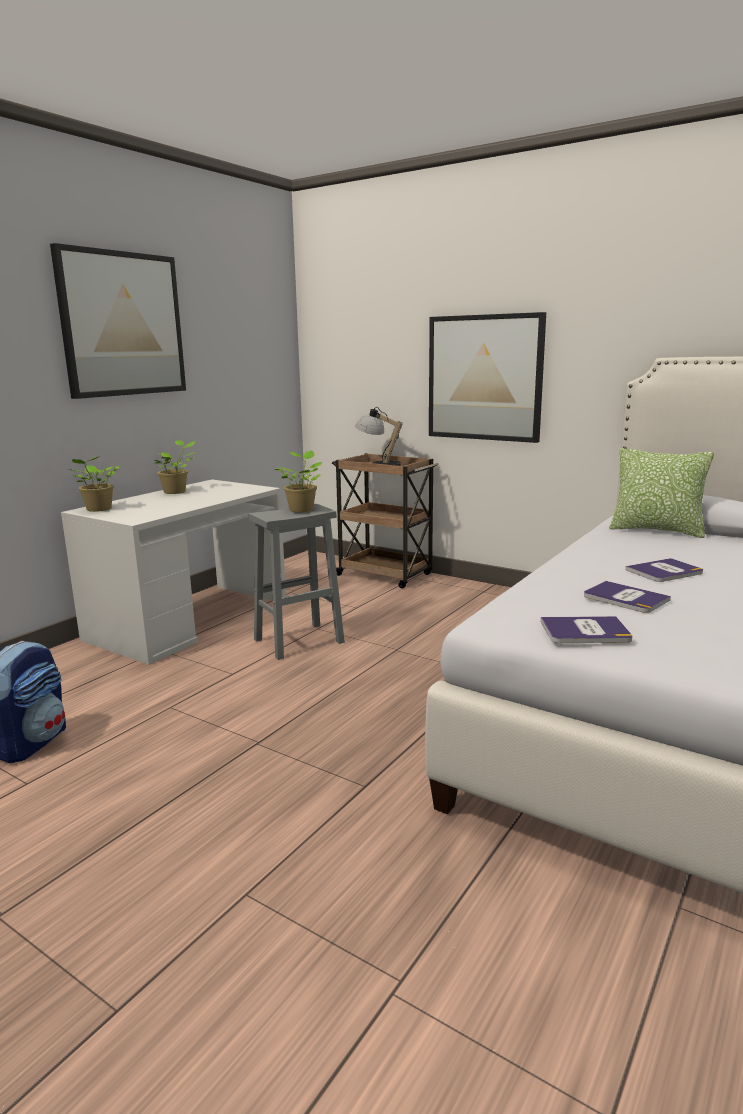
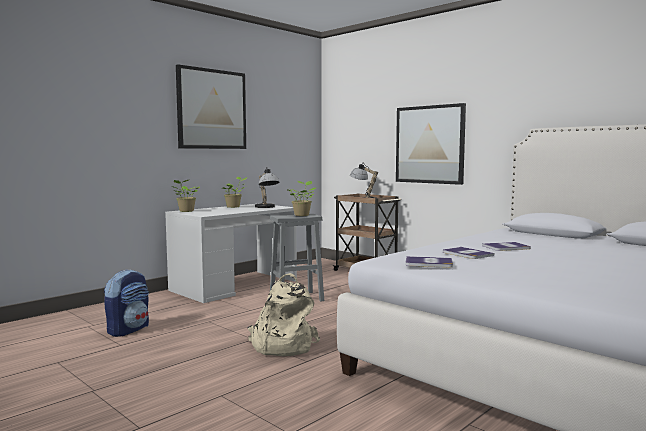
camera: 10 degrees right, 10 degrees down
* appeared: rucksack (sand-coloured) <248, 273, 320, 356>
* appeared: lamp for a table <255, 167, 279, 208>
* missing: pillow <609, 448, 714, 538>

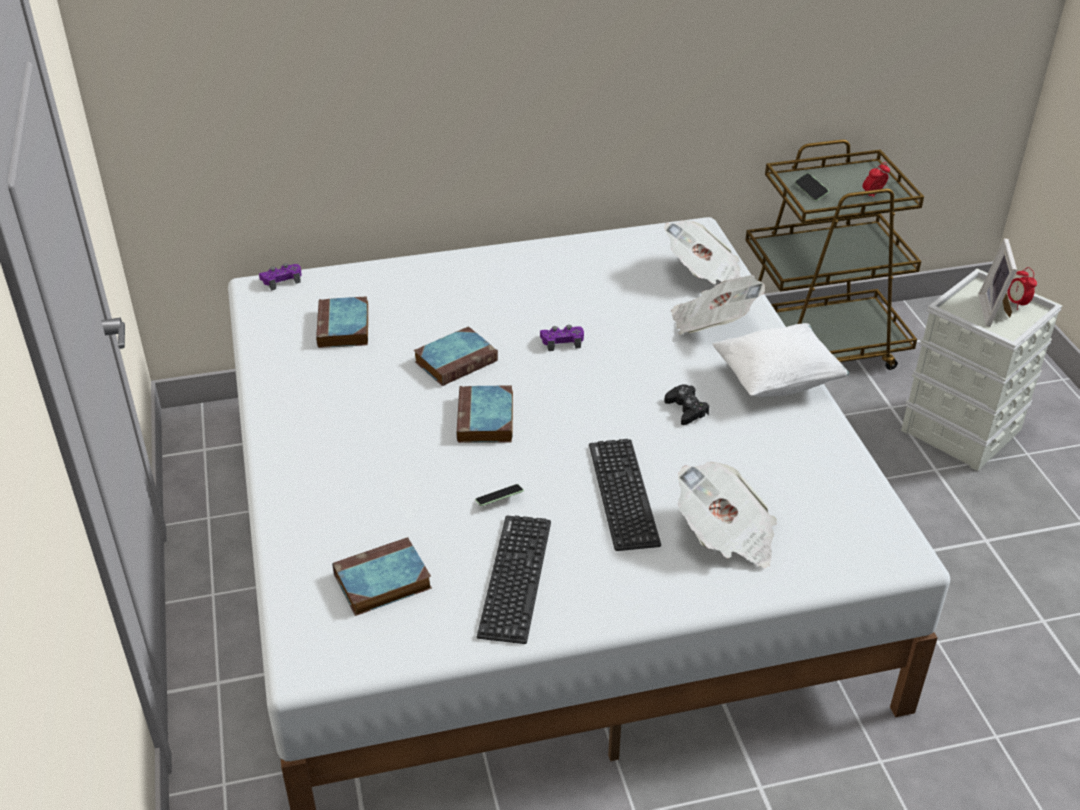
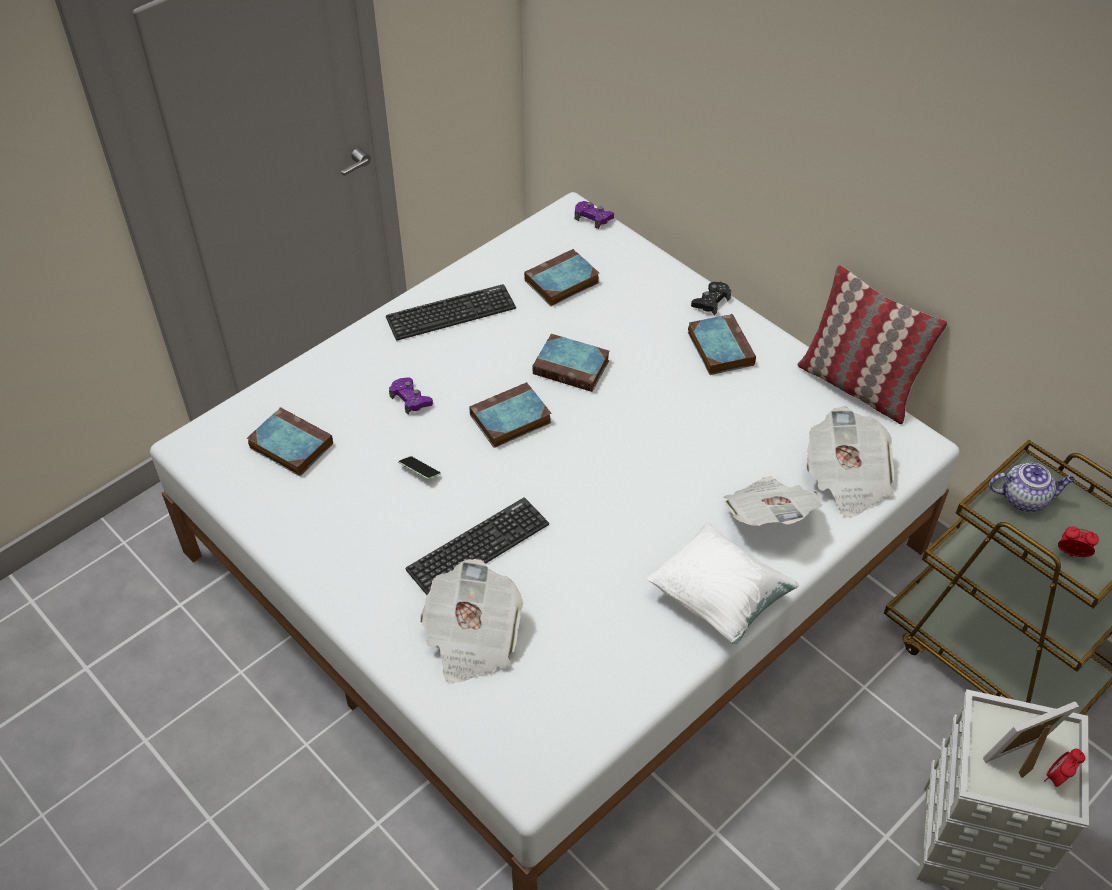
camera: 60 degrees right, 10 degrees up
* relocated: PC keyboard <477, 515, 551, 644> to <386, 284, 516, 340>
* relocated: joypad (purple) <540, 325, 584, 351> to <389, 378, 433, 415>
* appeared: bound book <688, 314, 756, 375>
* relocated: joypad (black-coloured) <664, 384, 709, 425> to <691, 282, 731, 315>
* appeared: pillow <797, 265, 948, 424>
* exchanged: telephone <795, 173, 829, 201> to tea pot <989, 463, 1075, 512>

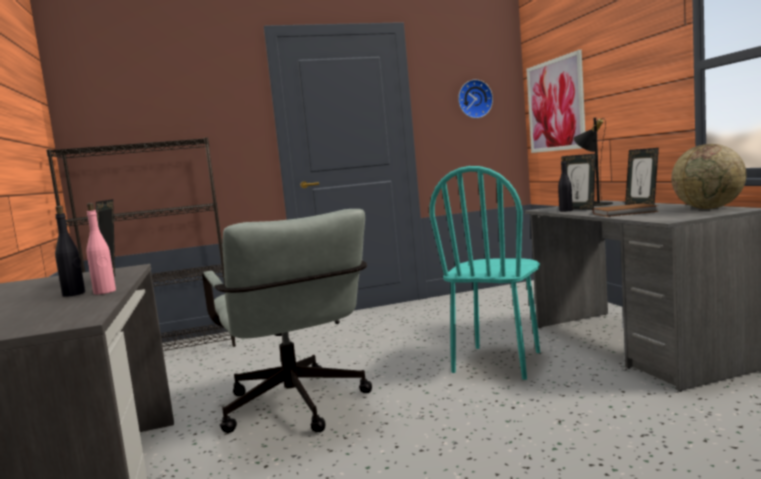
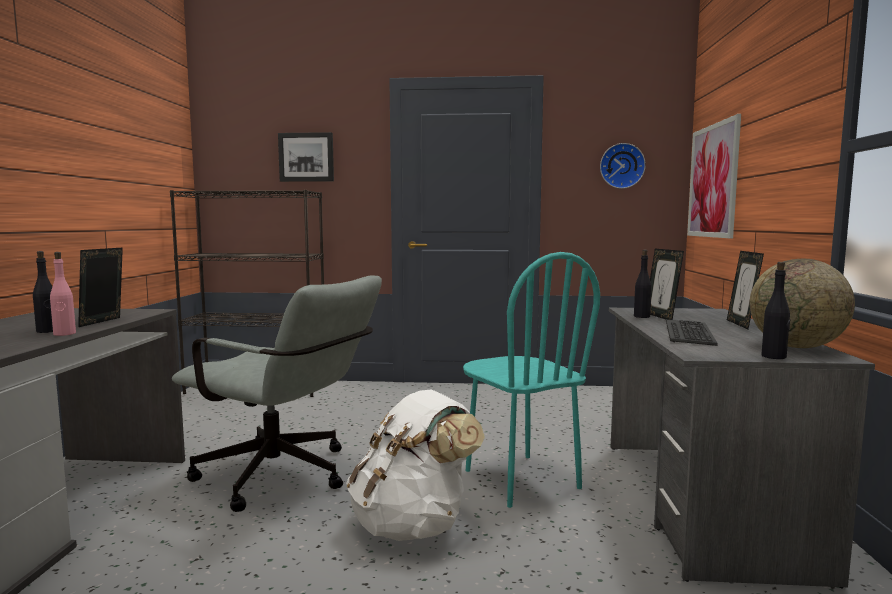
camera: 20 degrees right, 0 degrees up
* spun: office chair (greyish) <202, 209, 372, 433> = <172, 276, 382, 512> 60 degrees counterclockwise
* appeared: wall picture <278, 132, 334, 182>
* appeared: rucksack (white-coloured) <346, 389, 485, 541>
* spun: plain chair (turquoise) <429, 166, 540, 380> = <463, 252, 600, 508> 75 degrees counterclockwise
* exchanged: bound book (brownish) <593, 203, 659, 217> to PC keyboard <666, 319, 718, 346>
* appeared: beverage bottle (black-coloured) <761, 262, 790, 359>
* missing: lamp for a table (black-coloured) <573, 118, 613, 206>

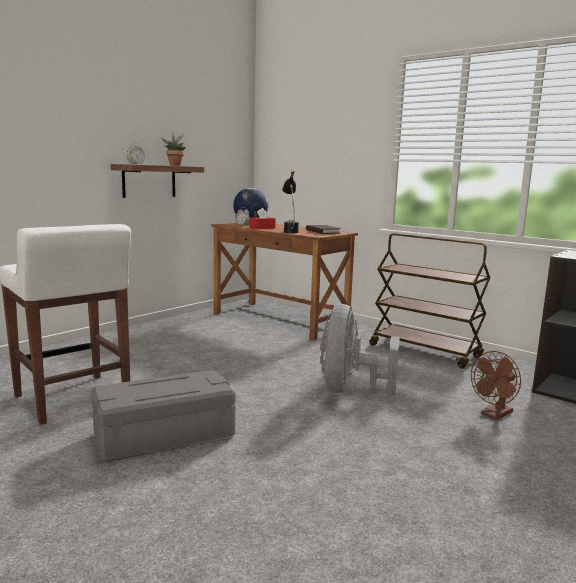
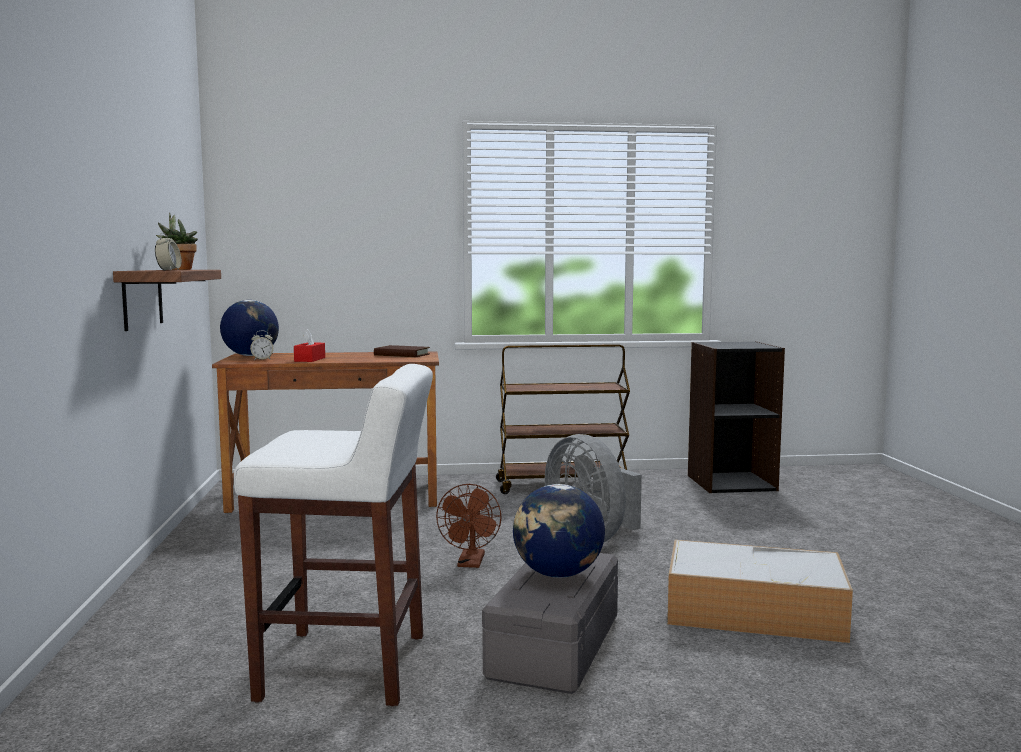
camera: 45 degrees left, 5 degrees down
* relocated: electric fan (brownish) <471, 351, 521, 420> to <436, 484, 502, 568>
* appeared: desk globe <513, 484, 605, 578>
* appeared: storage bin <667, 540, 853, 643>
* missing: lamp for a table (black-coloured) <282, 169, 299, 233>

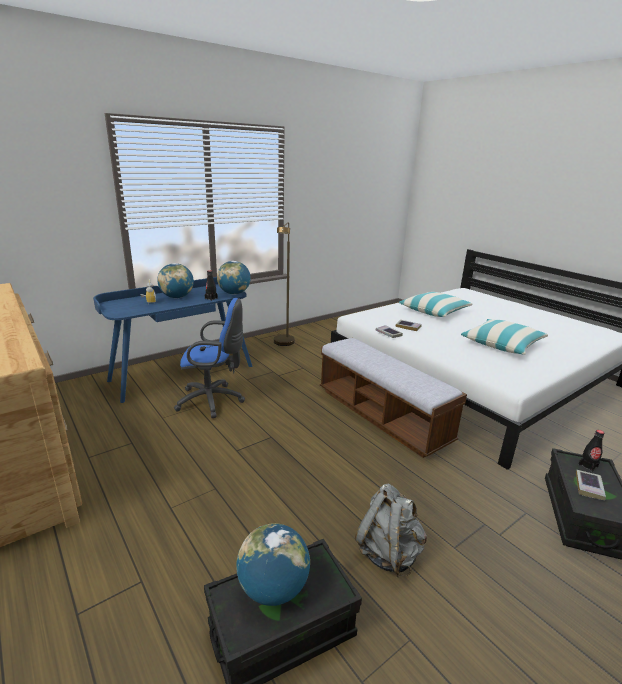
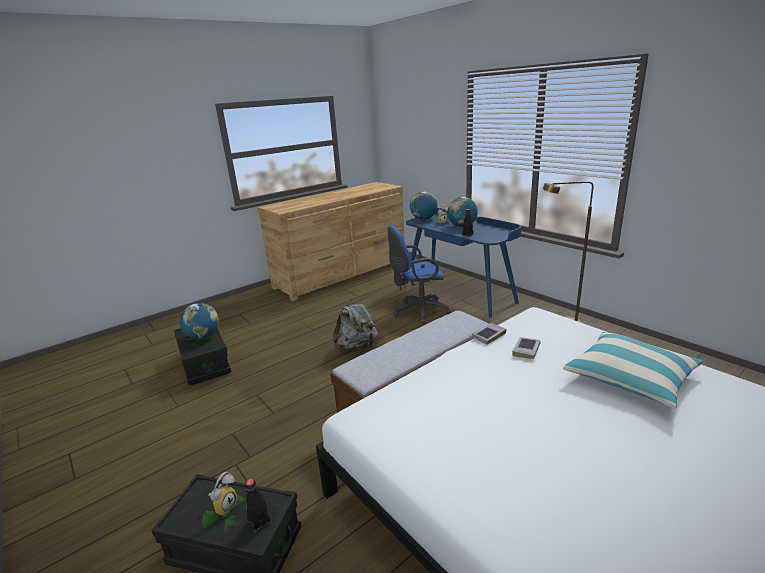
camera: 90 degrees right, 0 degrees up
* exchanged: bound book <576, 470, 606, 500> to bedside clock <209, 472, 237, 516>
* relocated: rucksack (greyish) <355, 484, 427, 577> to <333, 298, 378, 351>
* spun: office chair (bluish) <174, 298, 245, 418> = <388, 226, 451, 324> 75 degrees clockwise
* relocated: desk globe <217, 261, 251, 295> to <410, 191, 438, 220>
* missing: pillow <461, 319, 548, 354>

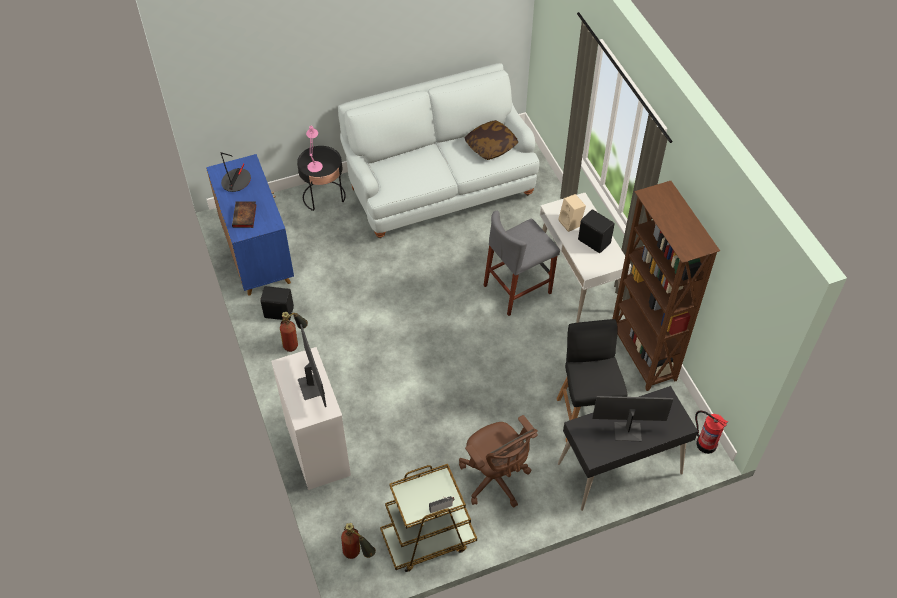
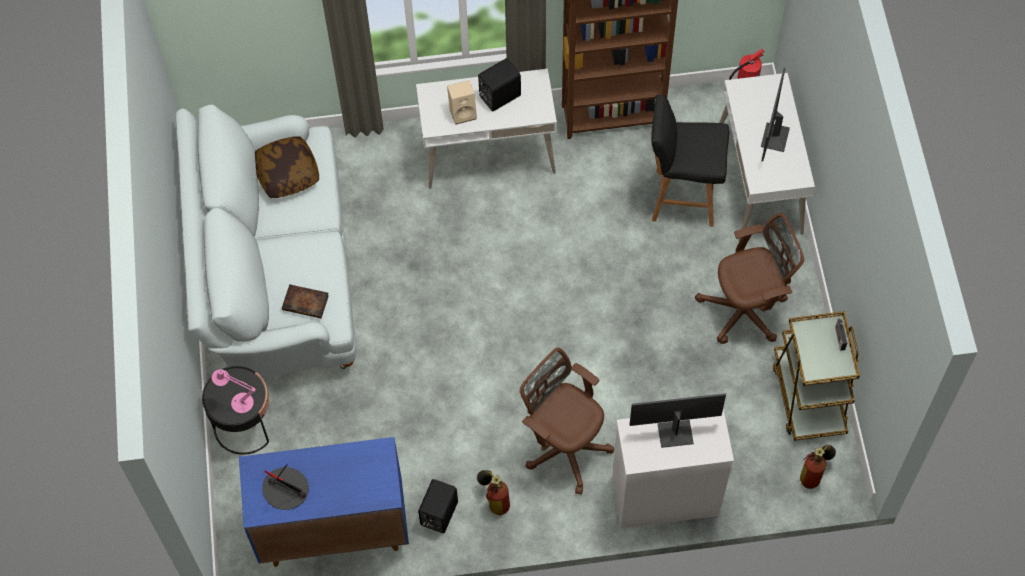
camera: 75 degrees left, 10 degrees up
* relocated: bound book <232, 201, 257, 228> to <282, 284, 329, 318>
* appeared: office chair (brownish) <520, 348, 614, 494>
* colour: desk table (black-coloured) <558, 386, 698, 511> to desk table (white-coloured) <719, 73, 815, 241>
* missing: stool seat (greyish) <483, 211, 560, 316>

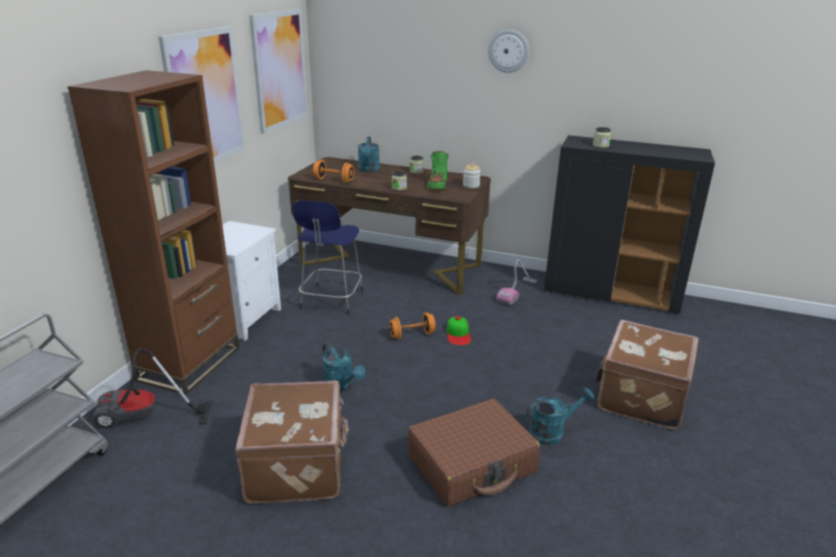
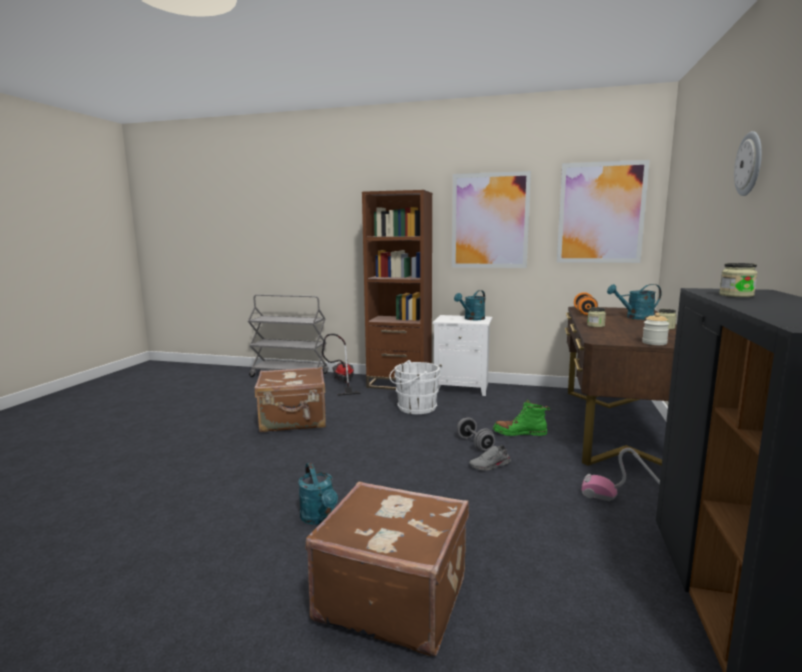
camera: 85 degrees right, 15 degrees down
* appeared: bucket (white-coloured) <390, 360, 440, 414>
* relocated: sprinkling can (turquoise) <322, 342, 365, 392> to <454, 290, 485, 320>
* colour: hand weight (orangey) <389, 312, 436, 339> to hand weight (greyish) <457, 417, 495, 451>
* exchanged: baseball cap <446, 316, 471, 345> to low shoe (greyish) <469, 445, 511, 471>
* relocated: boot (green) <427, 151, 449, 189> to <493, 399, 550, 436>
* missing: stool seat (bluish) <292, 200, 363, 315>
* missing: suitcase (brownish) <408, 399, 540, 506>

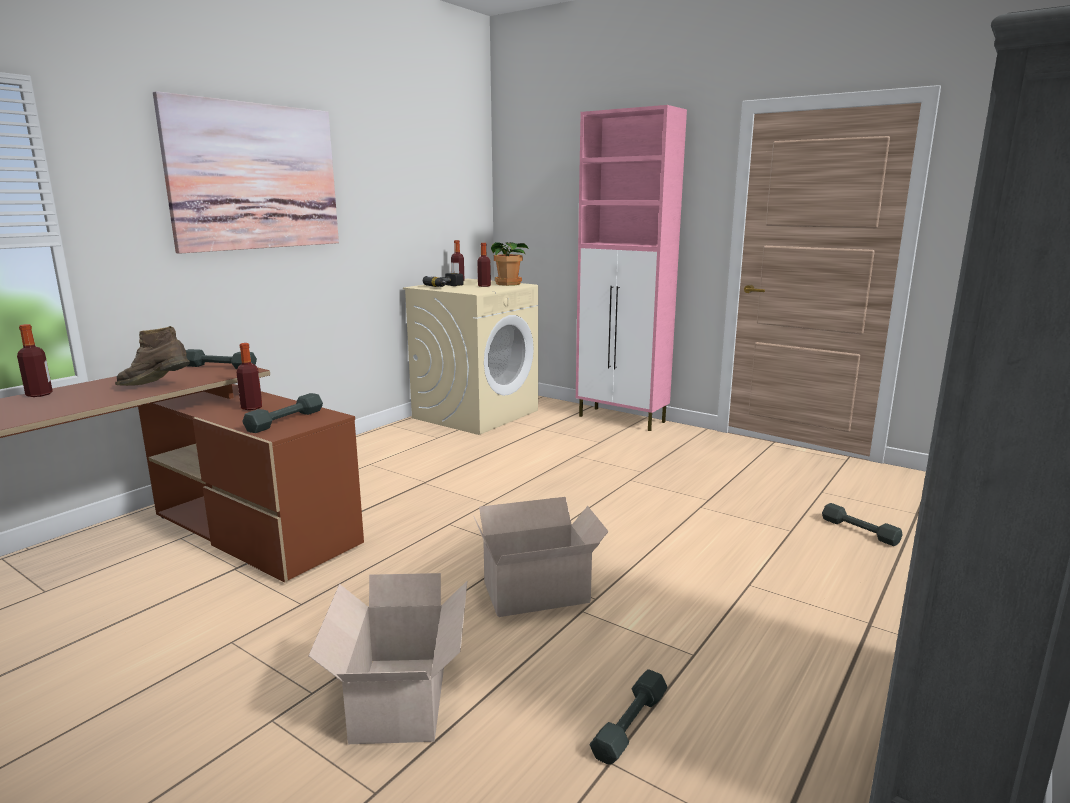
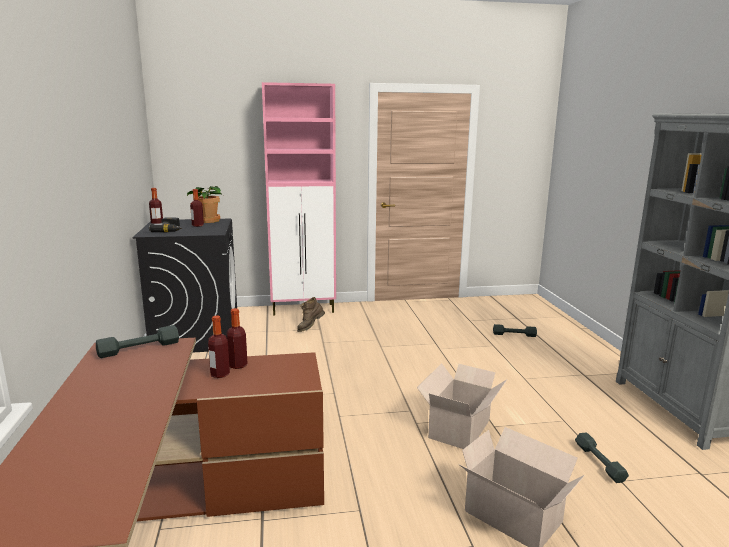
camera: 45 degrees left, 0 degrees up
* colour: washing machine (sand-coloured) <403, 279, 538, 435> to washing machine (black-coloured) <132, 219, 237, 352>
* relocated: beverage bottle <17, 324, 53, 397> to <226, 308, 248, 369>
* relocated: boot (brownish) <115, 326, 190, 386> to <297, 297, 325, 332>
* missing: wall picture <153, 91, 339, 254>
* missing: hand weight (greyish) <242, 393, 323, 433>

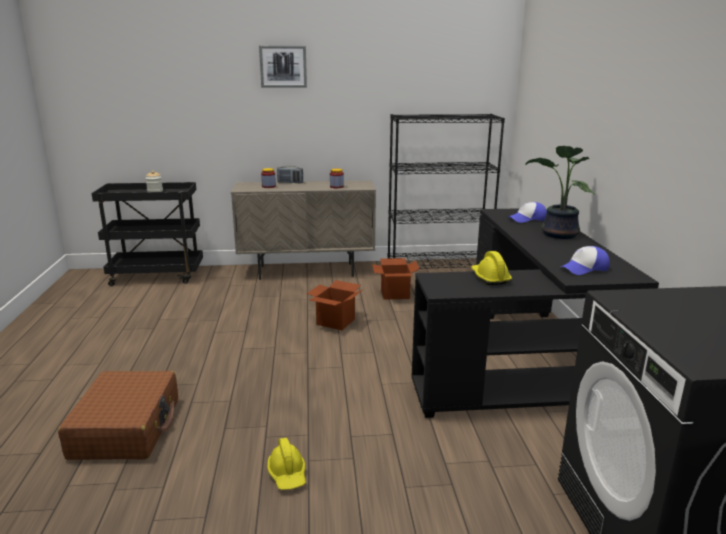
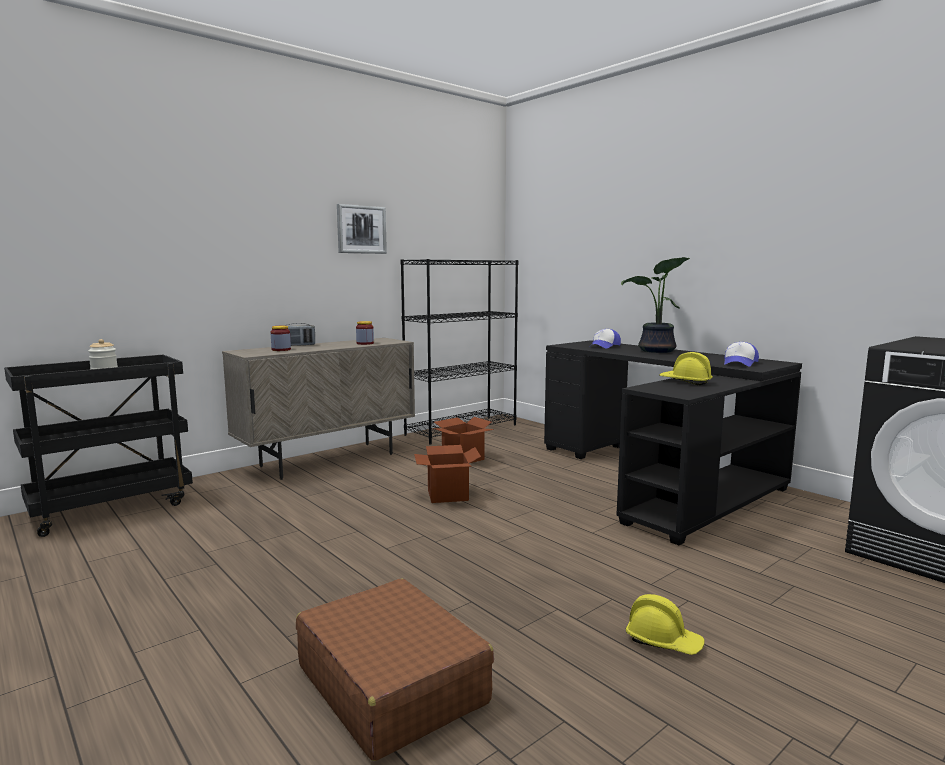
camera: 35 degrees left, 10 degrees down
* relocated: wall picture <259, 45, 307, 88> to <337, 204, 387, 254>

